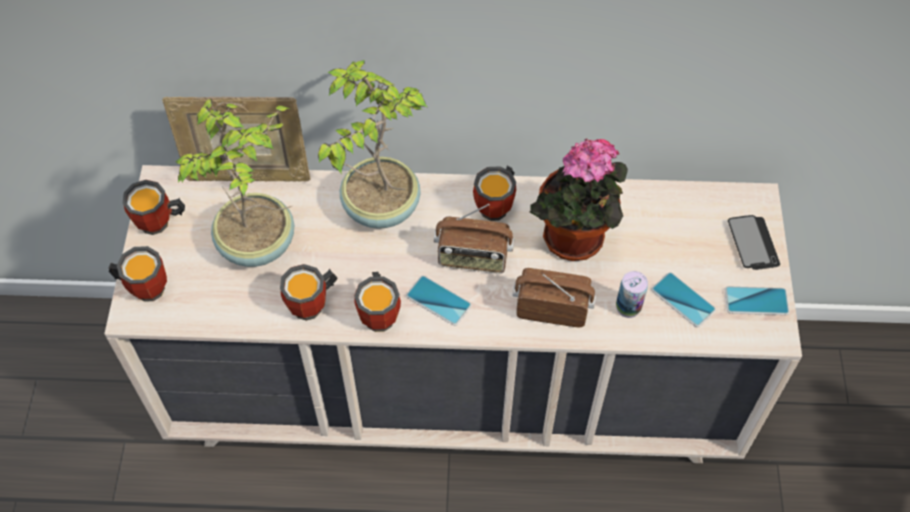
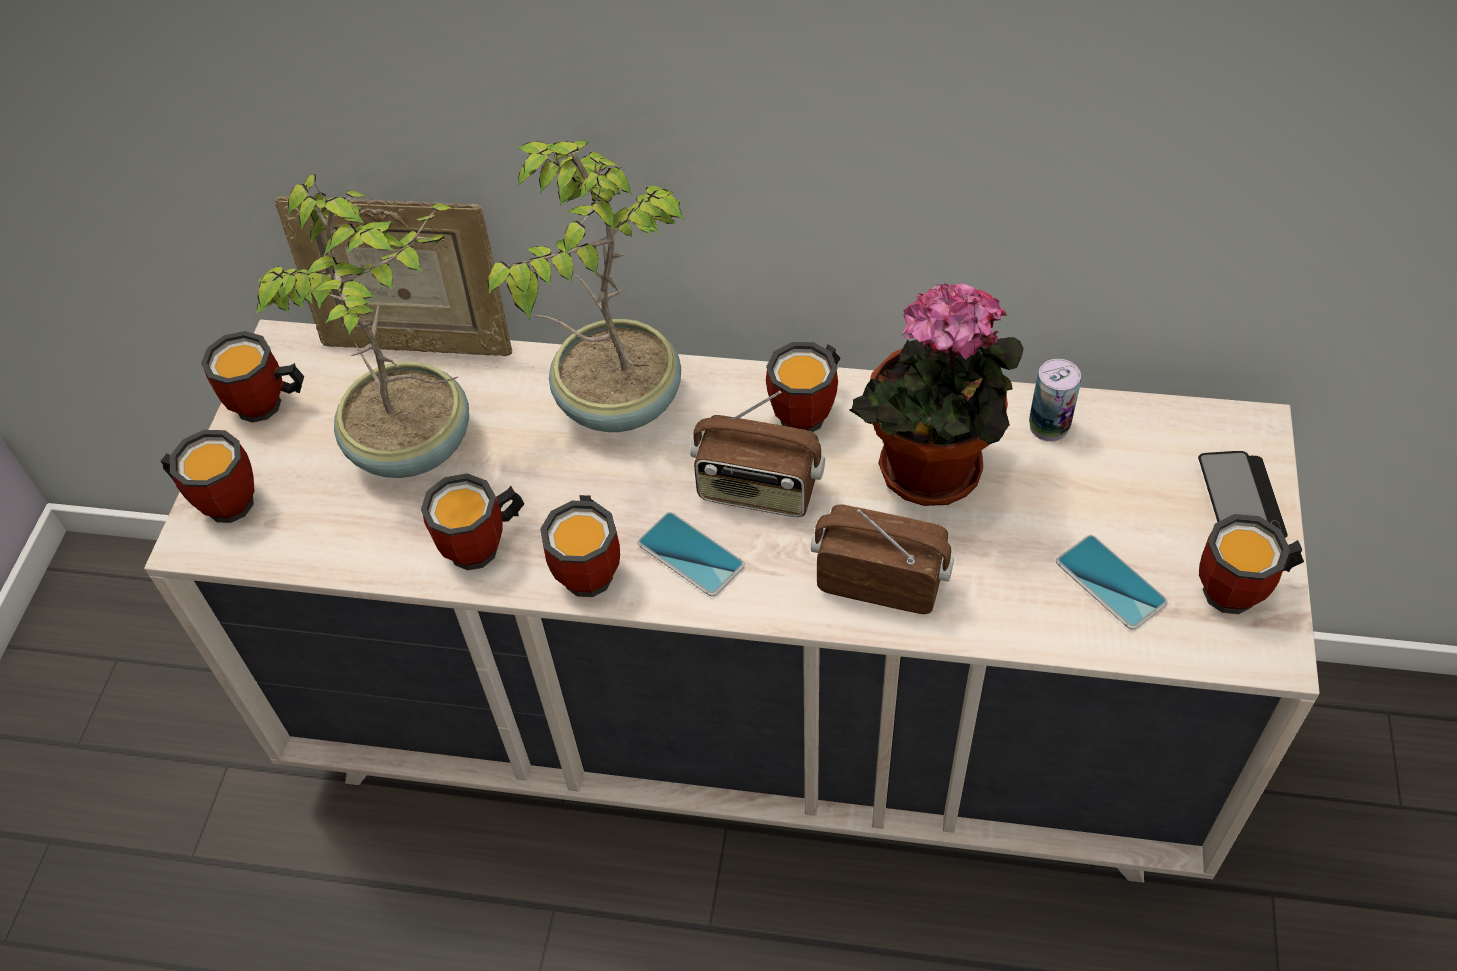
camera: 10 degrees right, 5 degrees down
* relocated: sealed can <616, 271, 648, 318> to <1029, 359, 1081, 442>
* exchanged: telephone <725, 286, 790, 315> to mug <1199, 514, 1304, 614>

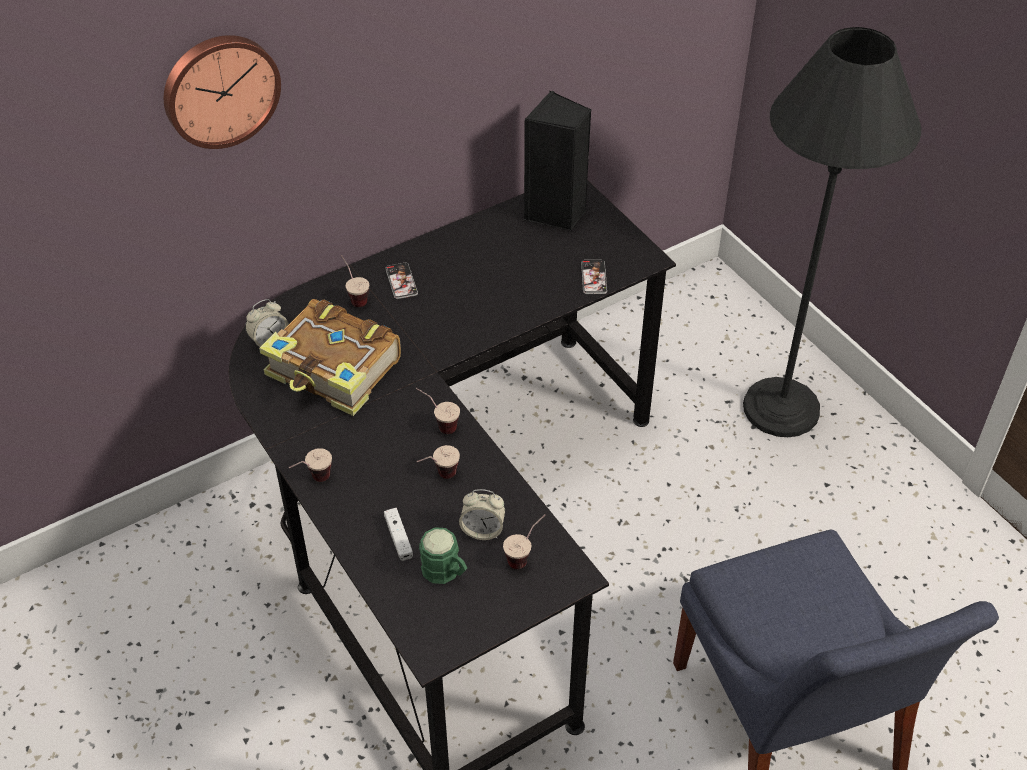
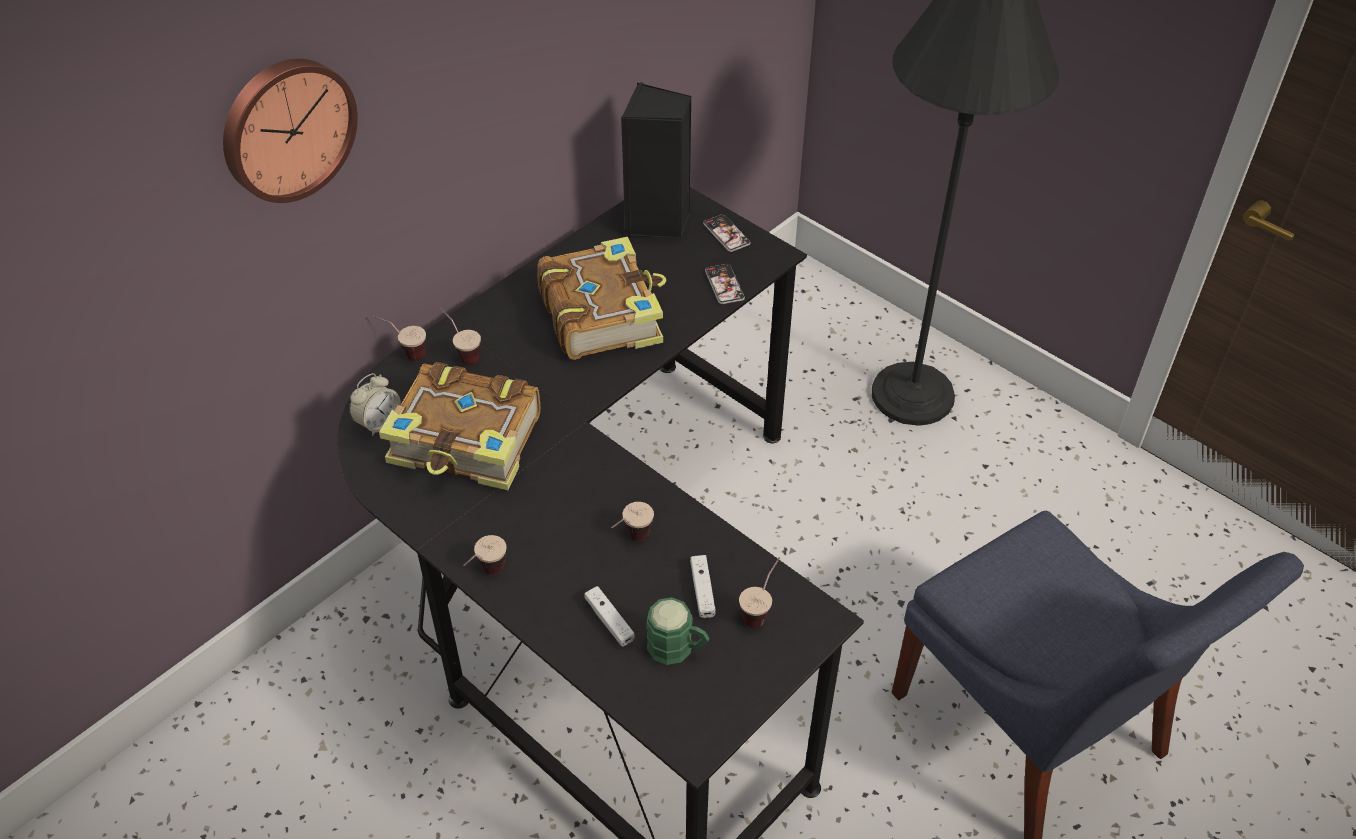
camera: 15 degrees left, 0 degrees up
* relocated: cup <416, 388, 460, 434> to <374, 316, 426, 361>
* appeared: bound book <537, 237, 666, 360>
* exchanged: bedside clock <459, 489, 505, 540> to joypad (white-coloured) <690, 555, 716, 618>
* relocated: telephone <385, 263, 418, 299> to <703, 214, 751, 252>

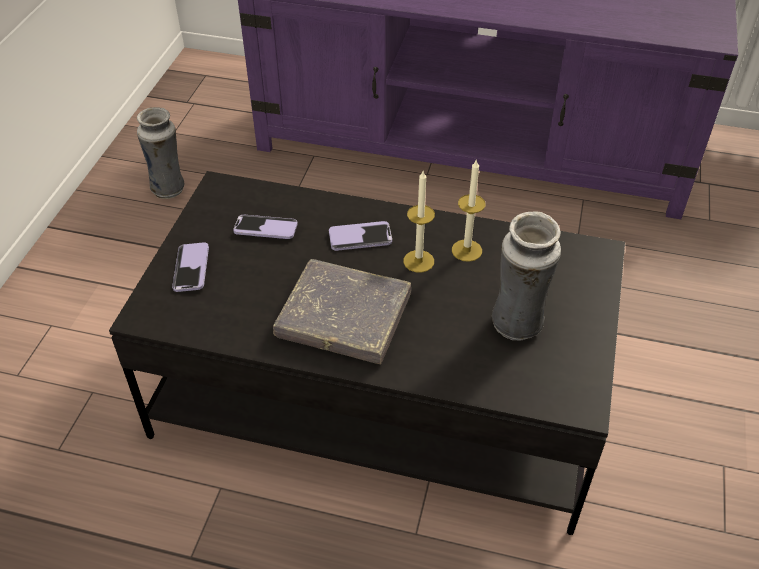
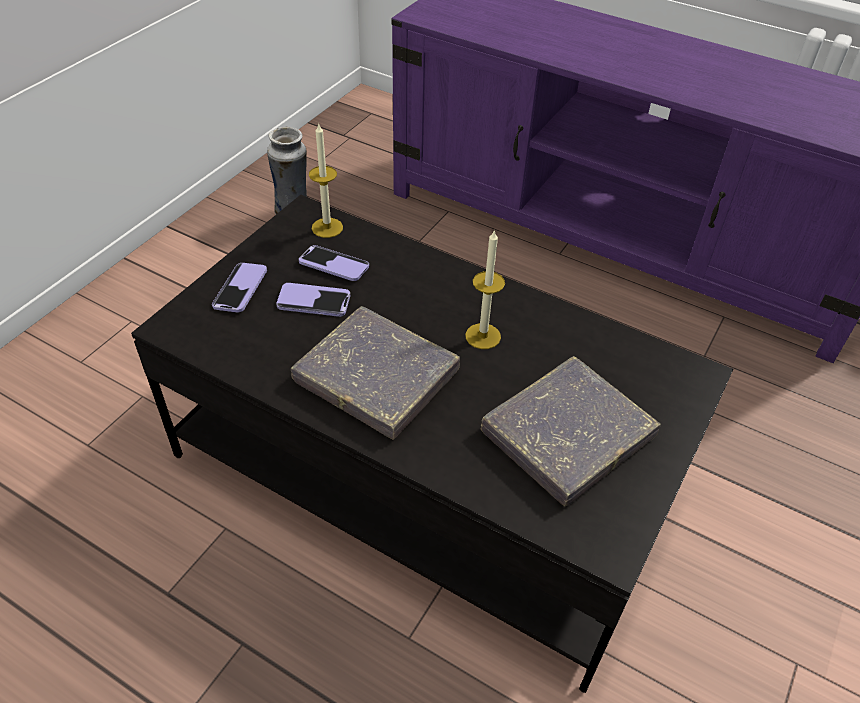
camera: 15 degrees right, 0 degrees up
* relocated: telephone <329, 221, 392, 251> to <276, 283, 350, 317>
* relocated: wax candle <452, 160, 486, 262> to <309, 123, 343, 238>
* exchanged: vase <492, 211, 561, 341> to bound book (greyish) <481, 356, 661, 506>

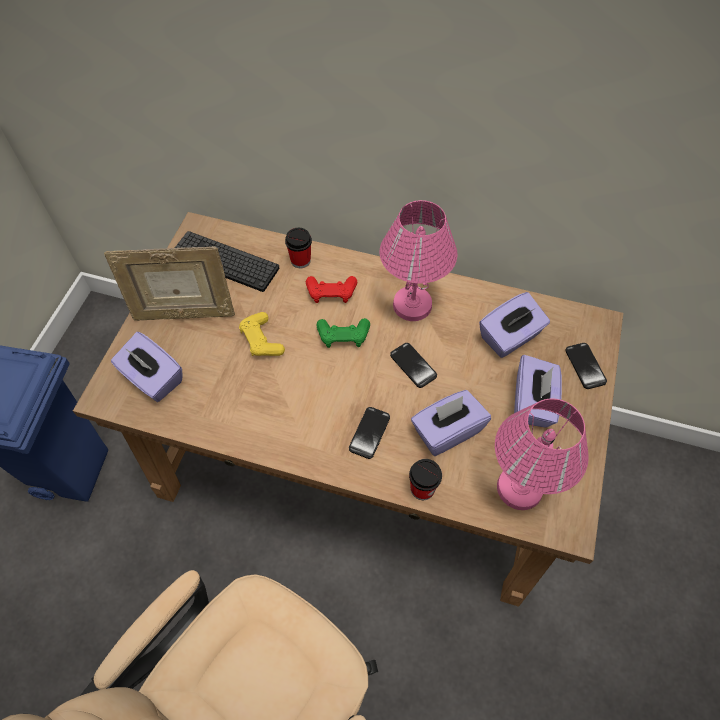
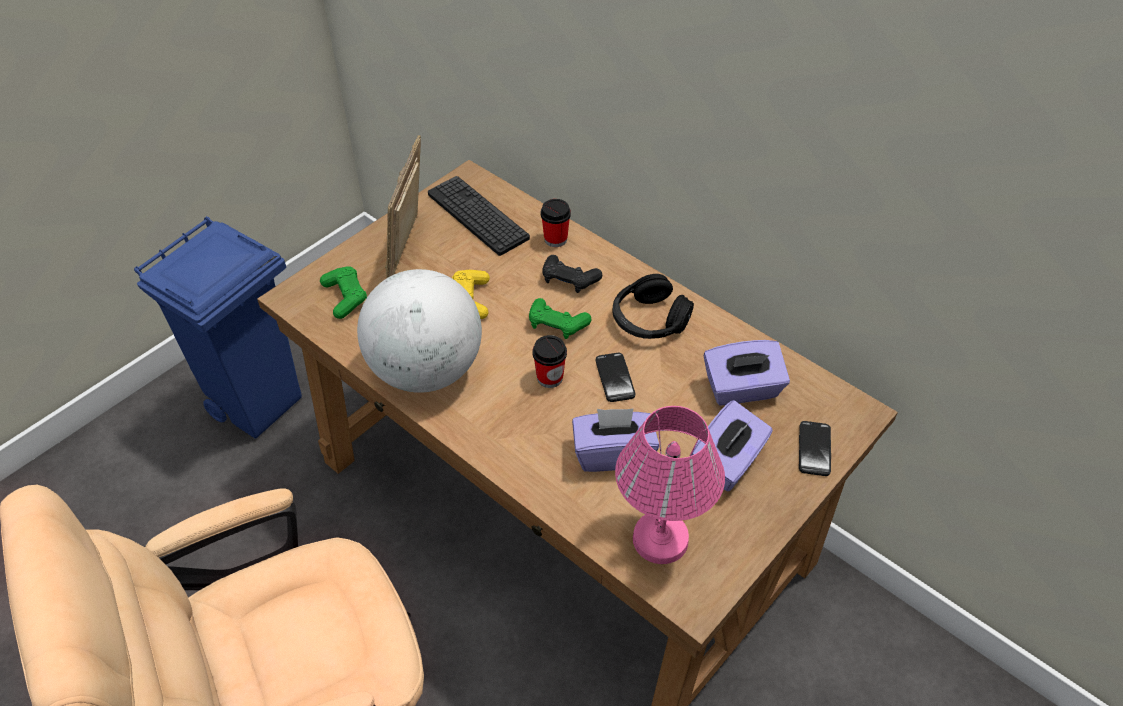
camera: 25 degrees right, 10 degrees down
* exchanged: box of tissues (purple) <111, 332, 183, 402> to joypad (green) <320, 266, 367, 319>
* appeared: desk globe <357, 269, 482, 393>
* spun: standing frame <104, 246, 235, 321> = <385, 135, 421, 278> 75 degrees clockwise
* relocated: cup <409, 459, 442, 500> to <532, 335, 567, 388>
* colour: joypad (red) <306, 276, 357, 303> to joypad (black-coloured) <542, 255, 602, 293>
* exchanged: lamp for a table (pinkish) <380, 200, 457, 321> to headset (black-coloured) <612, 274, 694, 339>
* missing: telephone <349, 407, 390, 459>

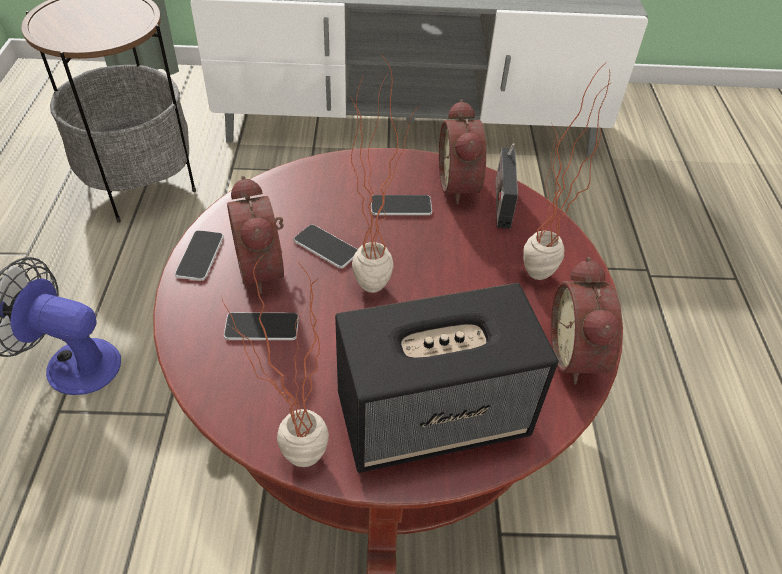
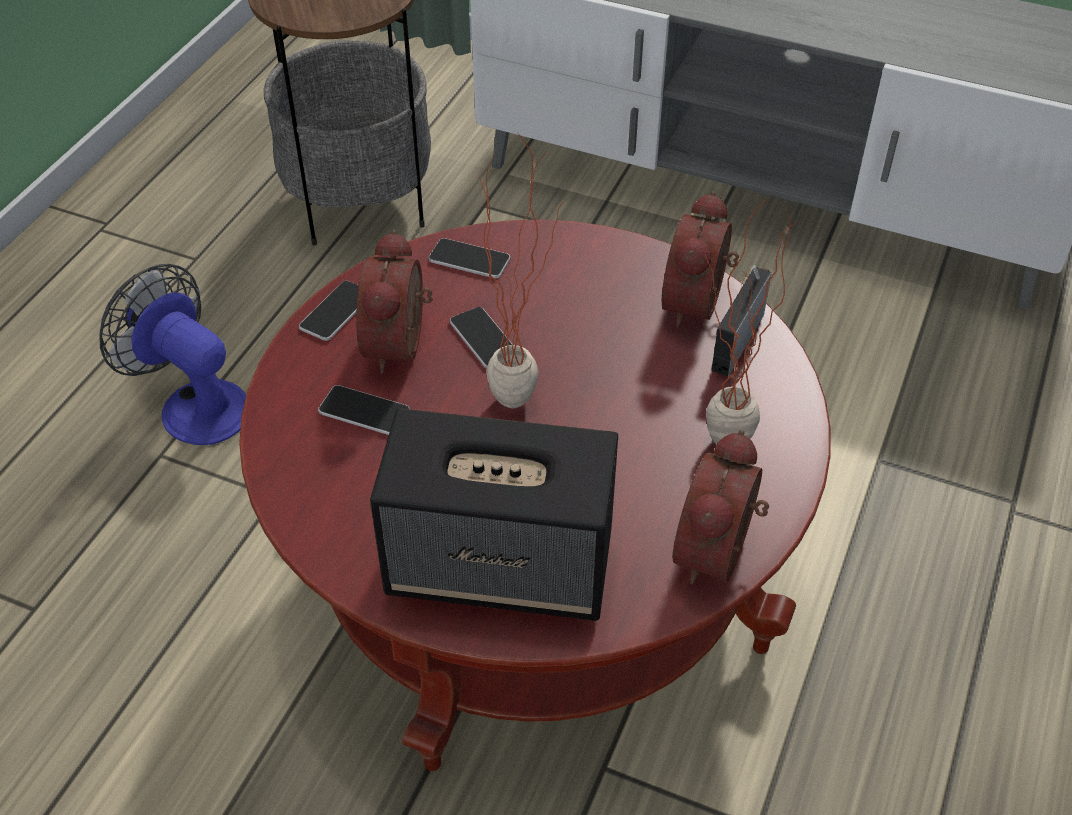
camera: 25 degrees right, 0 degrees up
* relocated: telephone <371, 195, 432, 215> to <428, 238, 510, 278>
* missing: potted plant <221, 253, 329, 467>

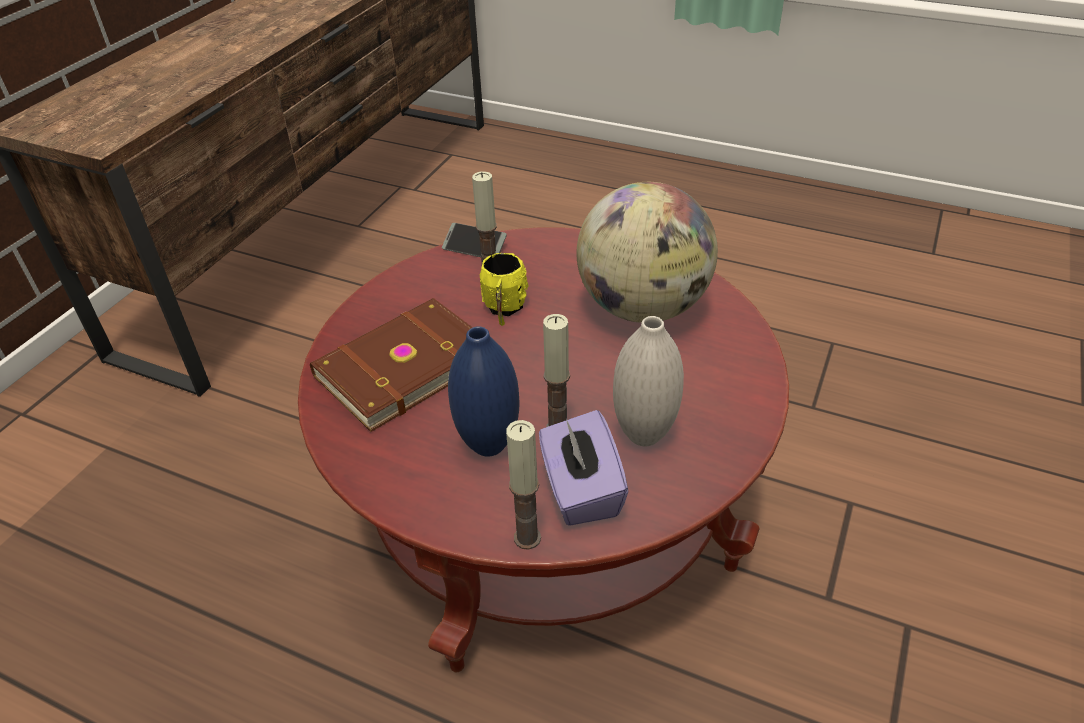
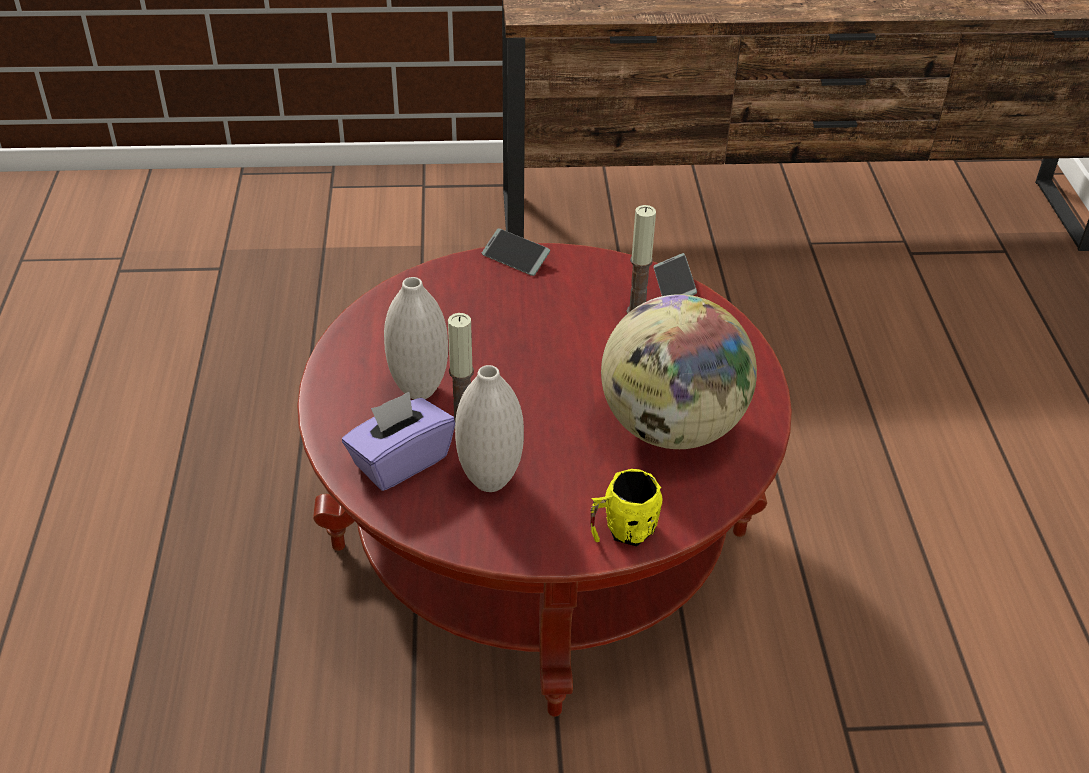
camera: 60 degrees right, 0 degrees up
* colour: vase (bluish) <448, 326, 520, 457> to vase (white-coloured) <384, 277, 448, 399>
* appeared: telephone <482, 229, 550, 276>
* relocated: mug (yellow) <480, 253, 529, 326> to <590, 469, 663, 547>
* missing: bound book (brownish) <310, 298, 473, 432>
* missing: wax candle <506, 420, 541, 550>

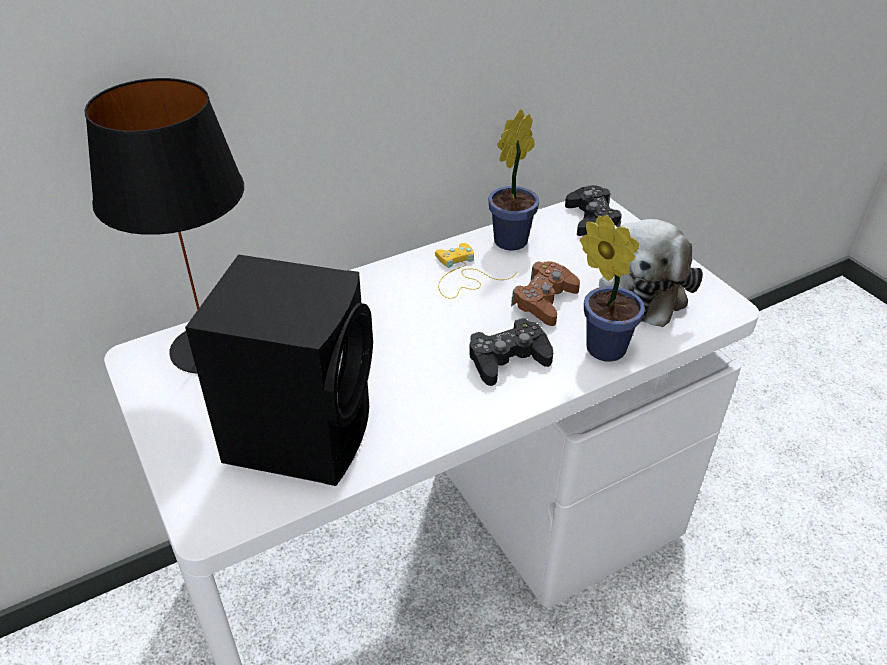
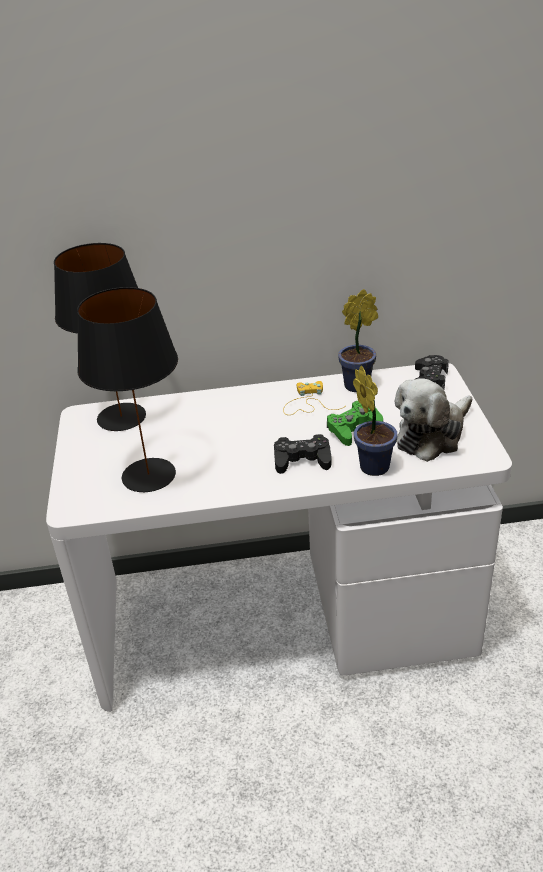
camera: 25 degrees right, 5 degrees down
* exchanged: loudspeaker (black-coloured) <185, 254, 373, 486> to lamp for a table (black-coloured) <77, 287, 178, 492>
* colour: joypad (brownish) <511, 261, 580, 326> to joypad (green) <327, 401, 383, 446>

